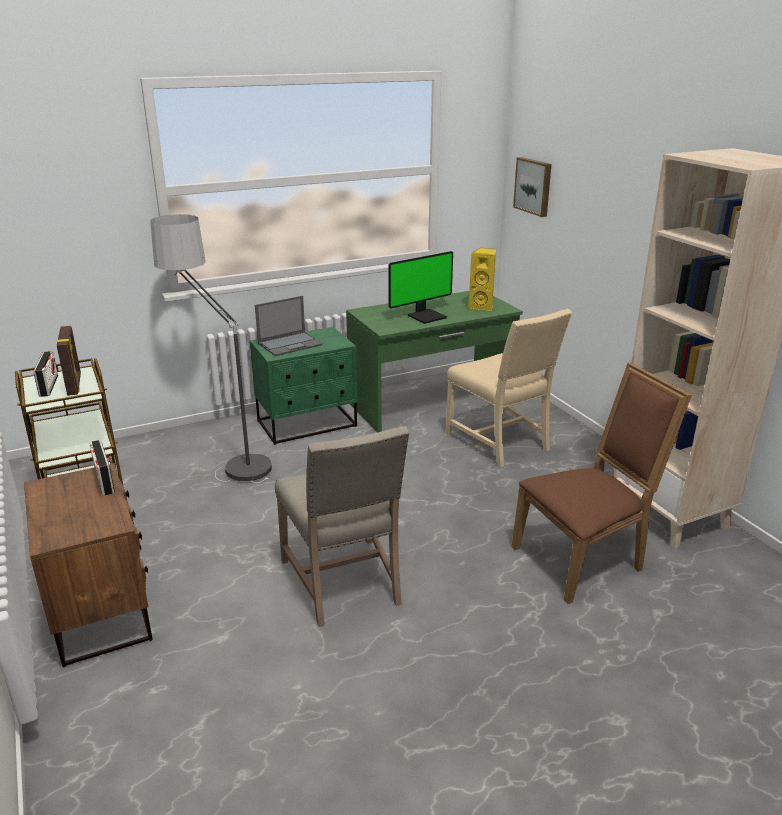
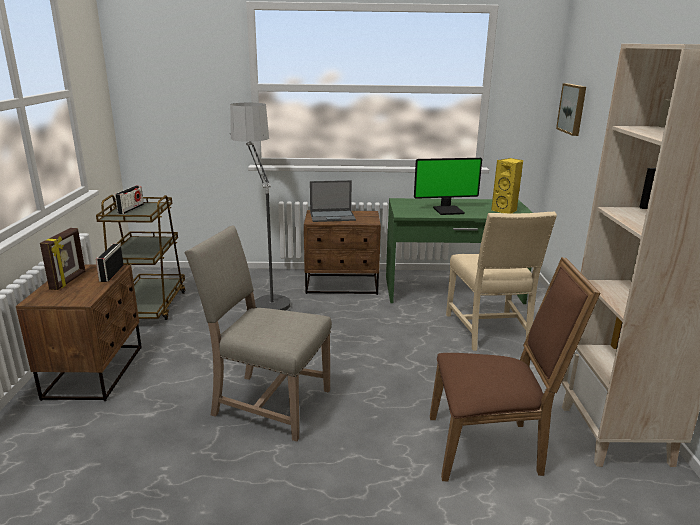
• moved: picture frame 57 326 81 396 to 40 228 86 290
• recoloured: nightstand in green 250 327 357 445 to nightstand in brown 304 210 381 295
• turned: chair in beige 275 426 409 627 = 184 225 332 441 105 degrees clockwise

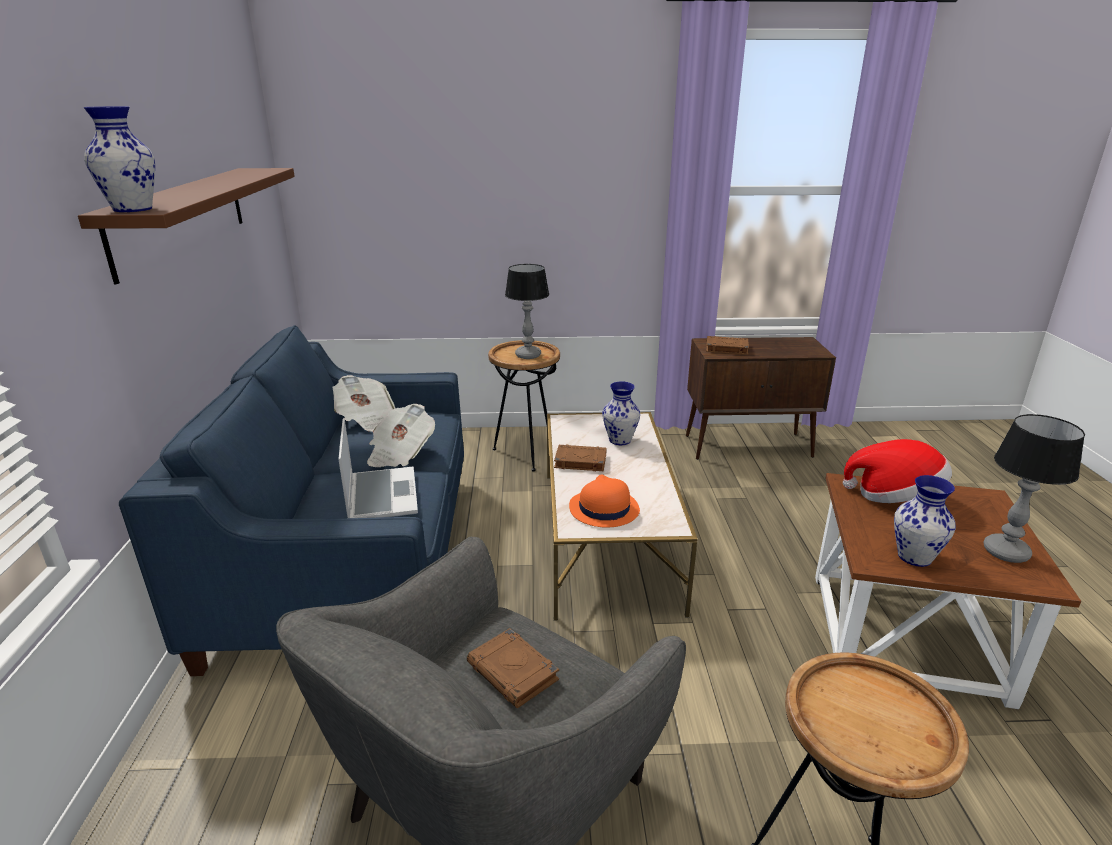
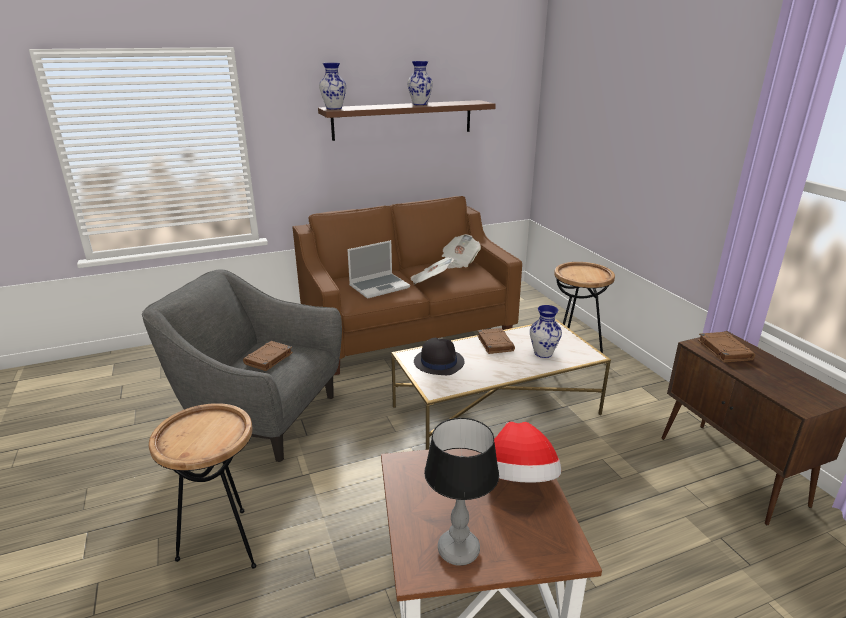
• removed: table lamp 505 264 549 359
• moved: vase 894 475 956 567 to 407 61 433 105
• recoloured: sofa in blue 119 325 464 676 to sofa in brown 292 196 522 375
• recoloured: hat in orange 569 474 640 528 to hat in black 414 338 464 375

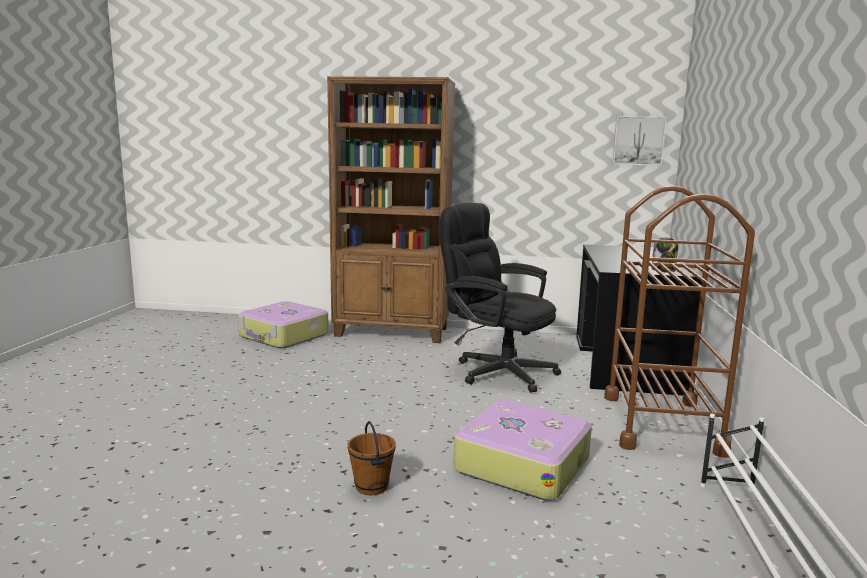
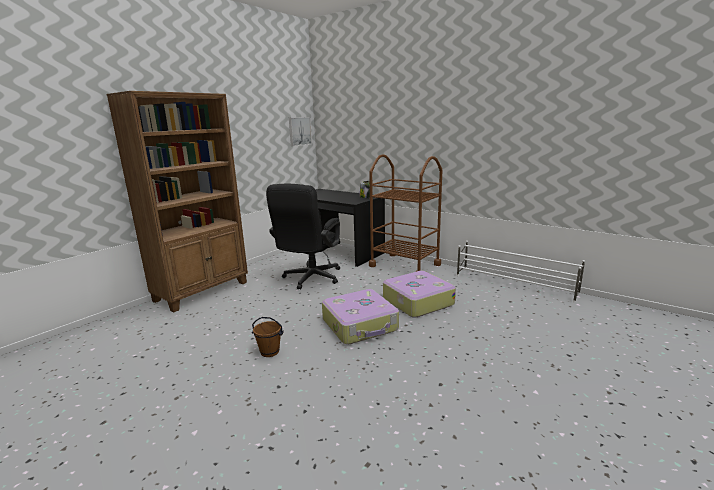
• moved: suitcase 238 301 329 348 to 322 289 399 344
• moved: bucket in brown 347 421 396 495 to 252 317 284 357
• turned: office chair in black 440 203 561 393 = 266 184 340 289 45 degrees counterclockwise

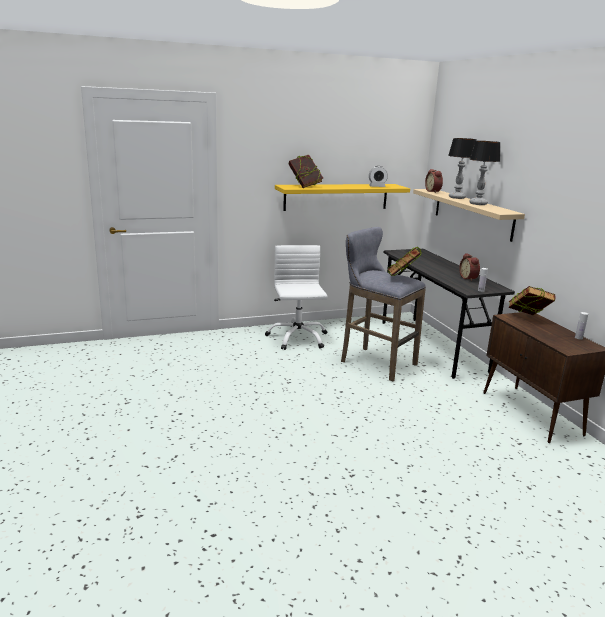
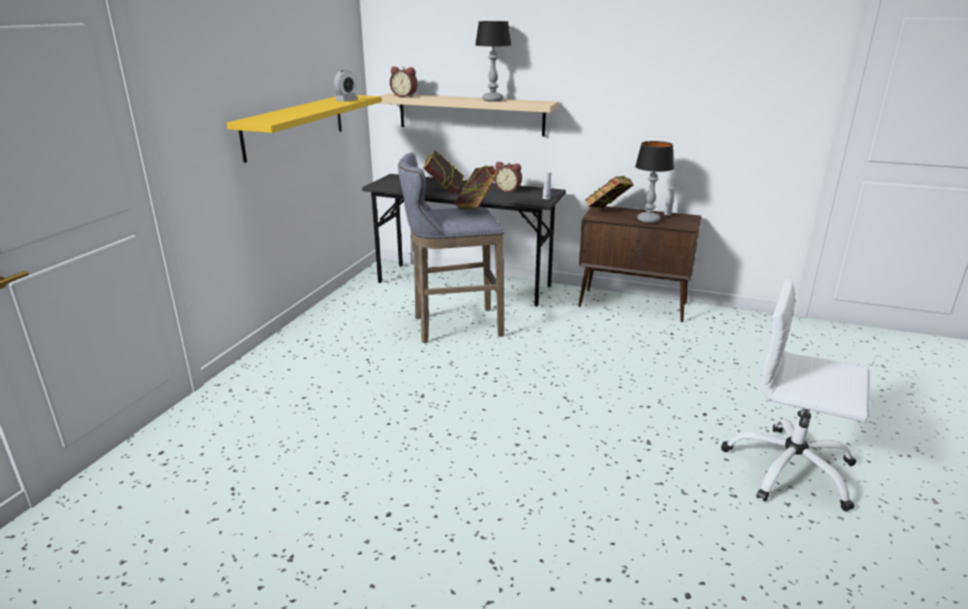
• moved: office chair in white 265 245 328 350 to 721 279 870 512
• moved: book 289 155 323 188 to 423 150 464 194
• moved: table lamp 448 138 477 199 to 635 141 674 223

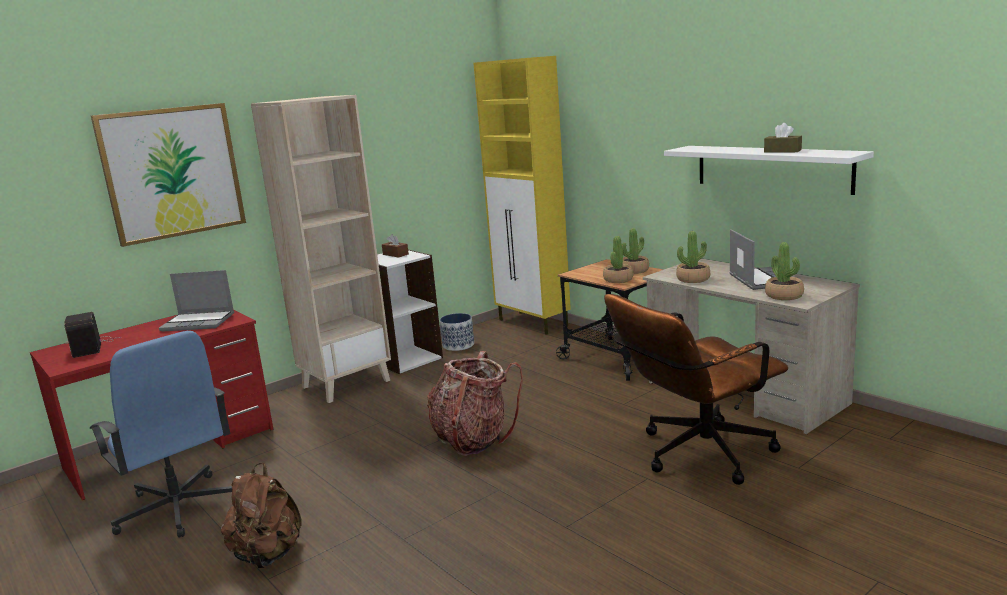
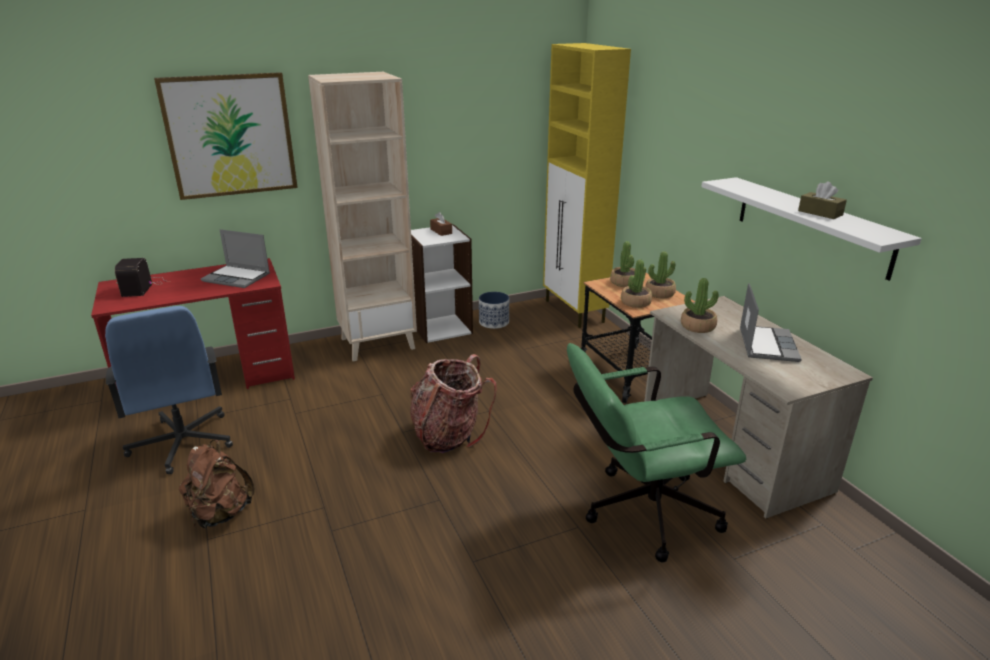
• moved: potted plant 765 242 804 300 to 610 241 635 287
• recoloured: office chair in brown 604 294 788 485 to office chair in green 567 343 746 562

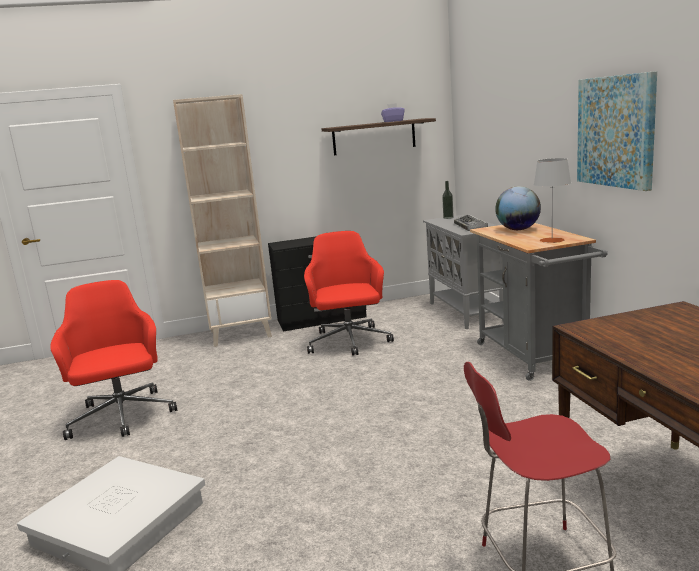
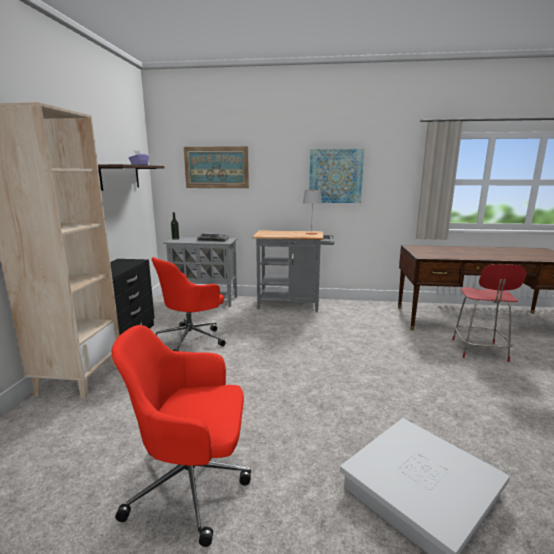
• removed: globe 495 186 541 230
• added: picture 184 146 249 188
• turned: office chair in red 304 231 394 356 = 152 257 226 351 60 degrees counterclockwise

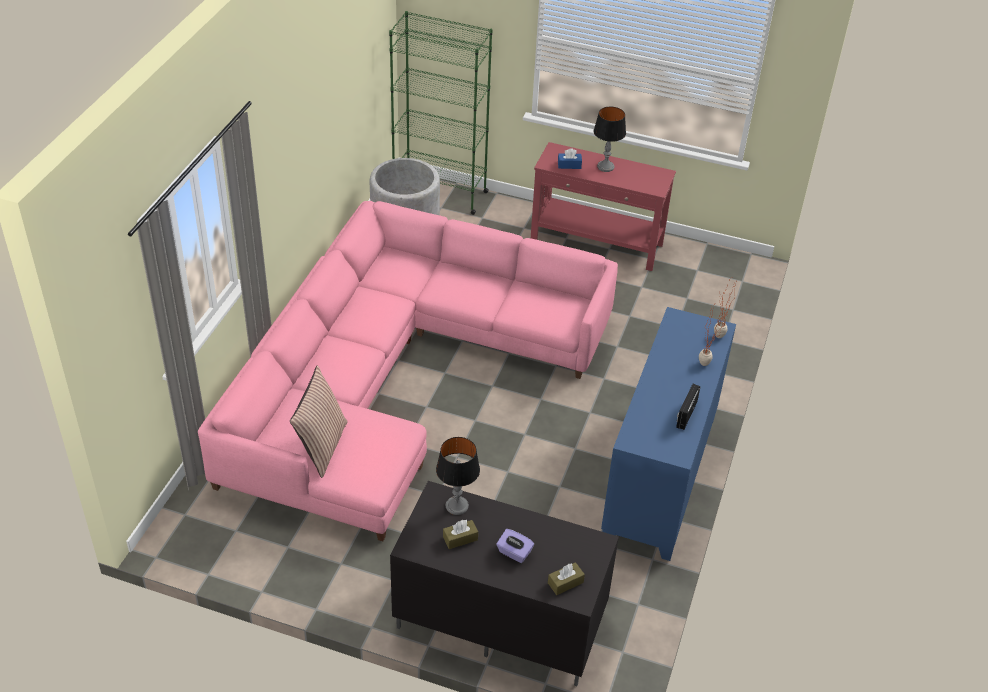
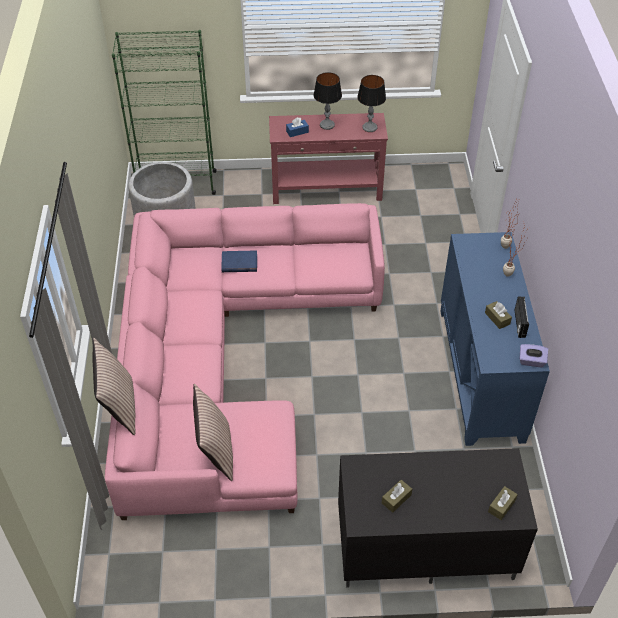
• added: pillow 92 338 135 435
• added: book in blue 221 250 257 272
• added: tissue box in brown 485 301 512 329
• moved: table lamp 436 437 480 515 to 357 75 386 132
• moved: tissue box in purple 496 529 534 563 to 520 344 548 367

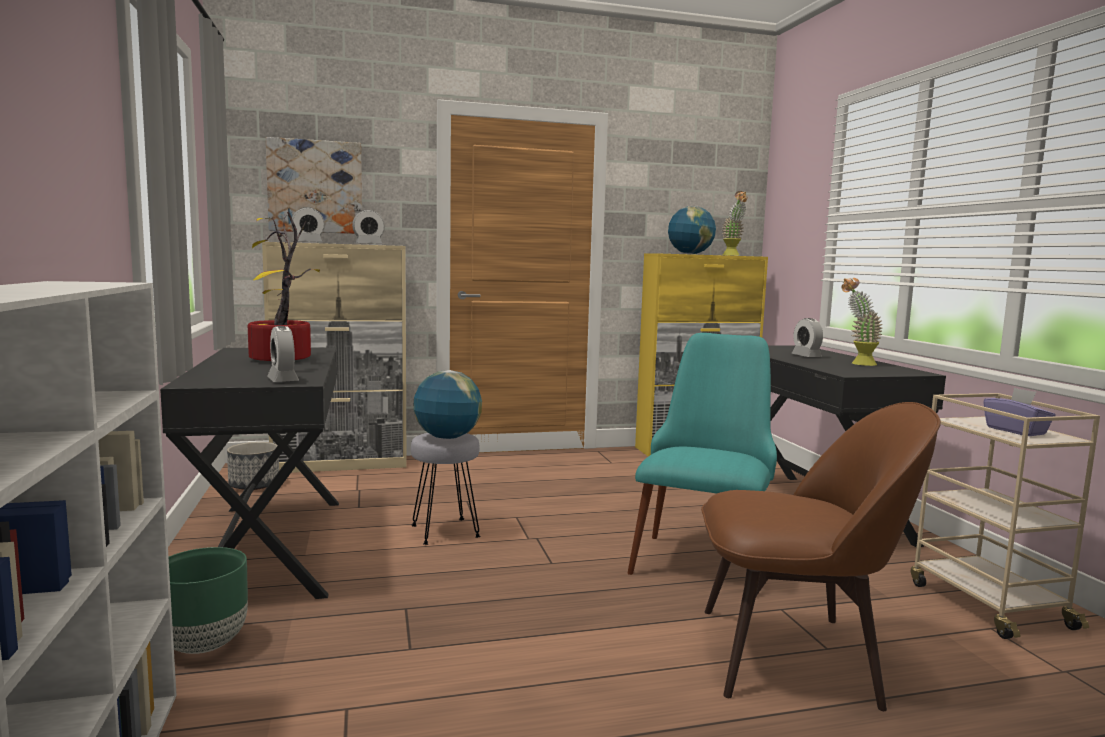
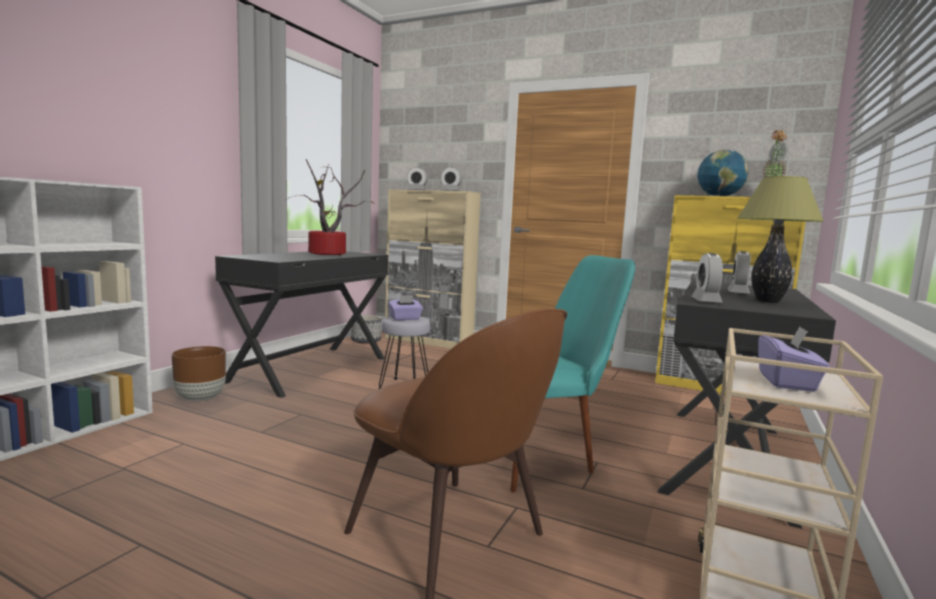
• removed: picture 266 137 362 234
• moved: alarm clock 267 326 299 382 to 691 253 723 303
• replaced: globe 413 370 482 439 to tissue box in purple 388 295 423 320
• replaced: potted plant 842 278 883 366 to table lamp 737 176 824 303
• recoloured: planter in green 169 547 248 654 to planter in brown 172 346 226 401

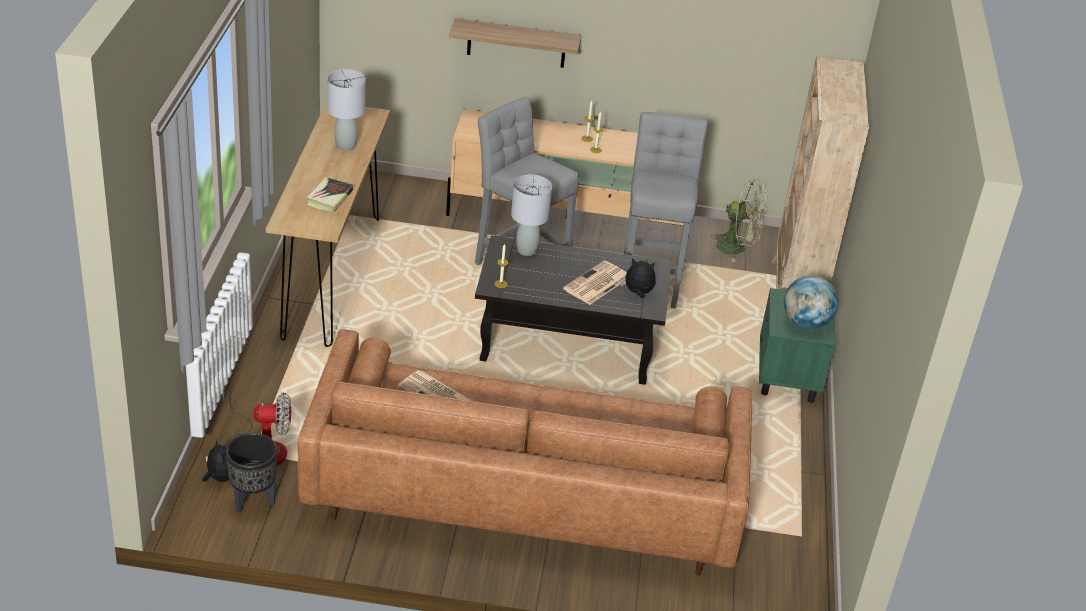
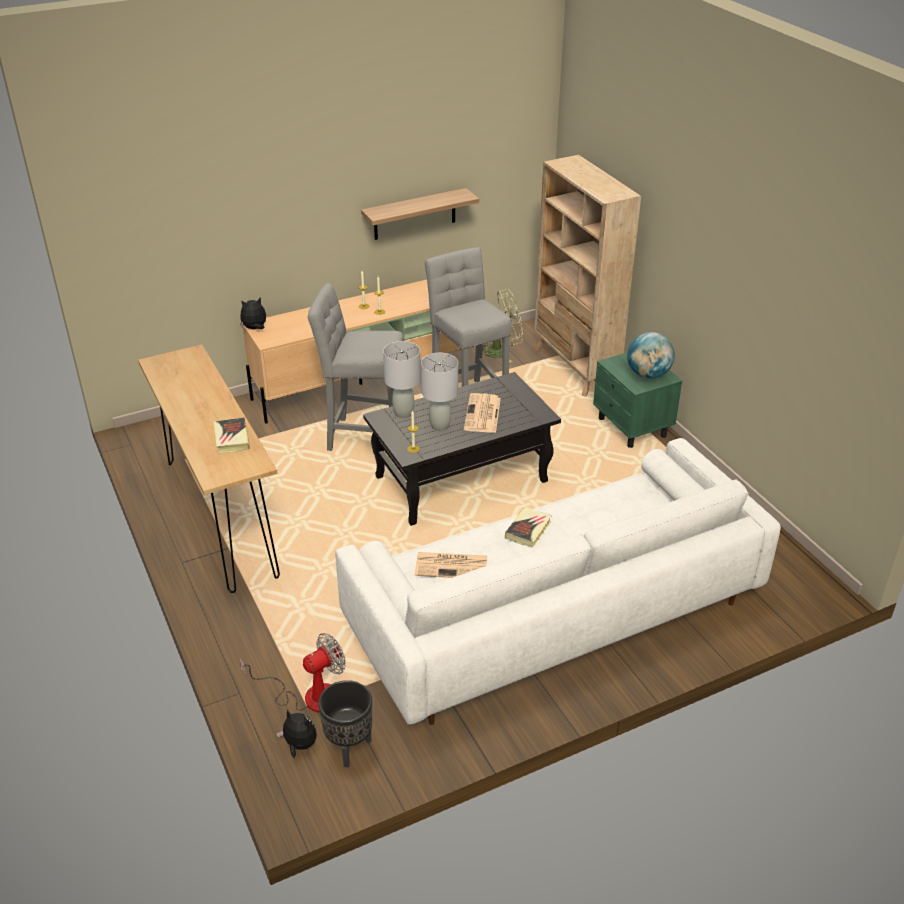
• added: book 505 507 552 548
• moved: table lamp in grey 327 69 366 151 to 421 353 458 431
• moved: shelf 449 18 582 68 to 361 188 479 240
• moved: plush toy 621 258 656 298 to 240 297 266 329
• recoloured: sofa in brown 298 329 752 576 to sofa in white 335 438 781 725

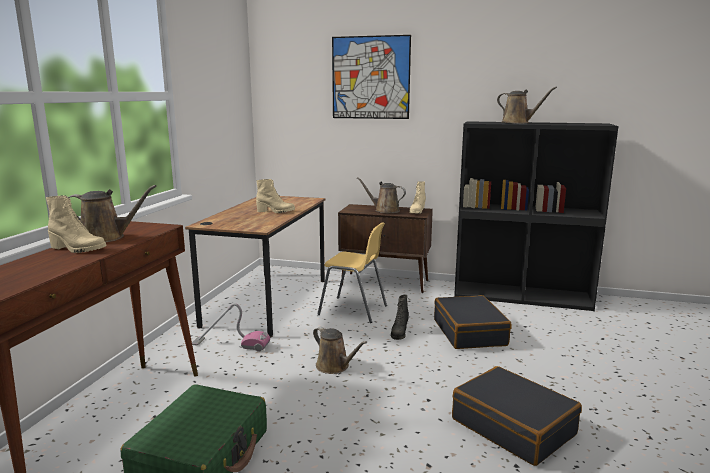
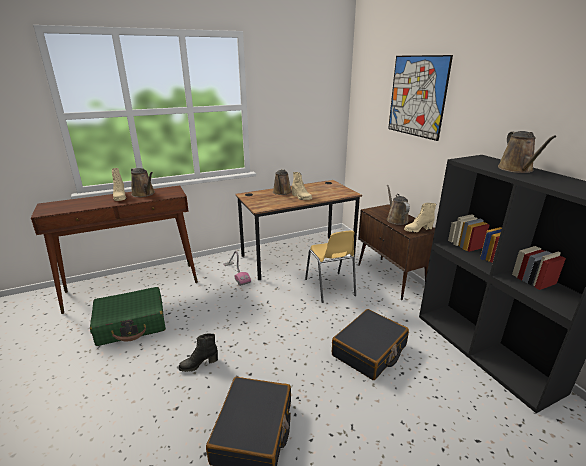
• moved: watering can in brown 313 327 367 374 to 273 169 292 195
• moved: boot in black 391 295 409 340 to 178 333 218 372

